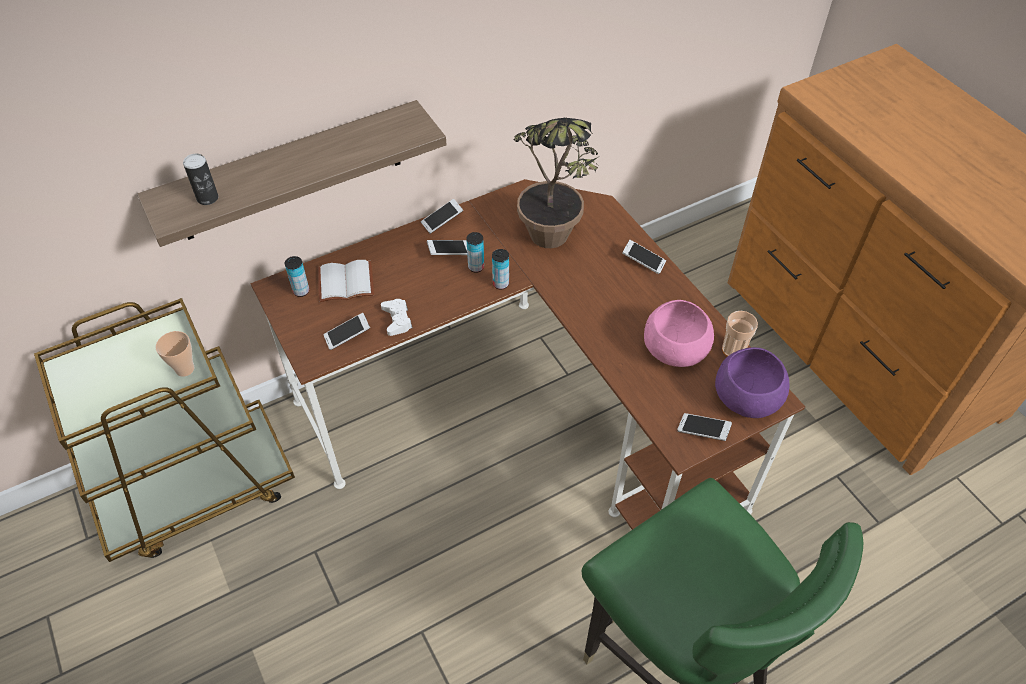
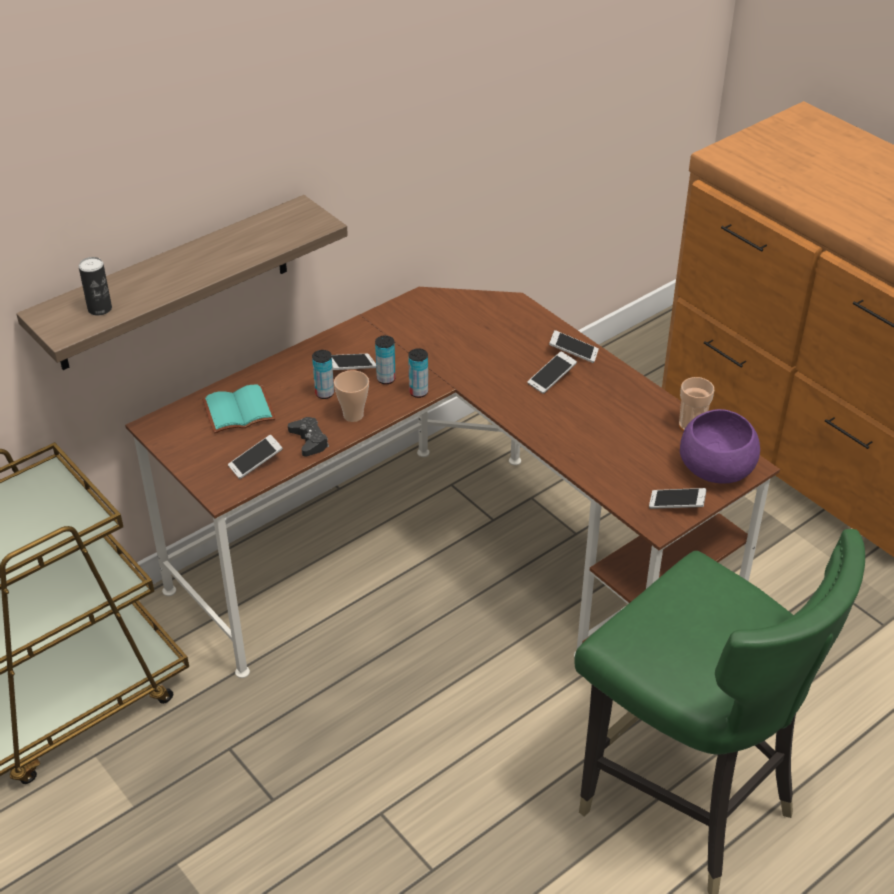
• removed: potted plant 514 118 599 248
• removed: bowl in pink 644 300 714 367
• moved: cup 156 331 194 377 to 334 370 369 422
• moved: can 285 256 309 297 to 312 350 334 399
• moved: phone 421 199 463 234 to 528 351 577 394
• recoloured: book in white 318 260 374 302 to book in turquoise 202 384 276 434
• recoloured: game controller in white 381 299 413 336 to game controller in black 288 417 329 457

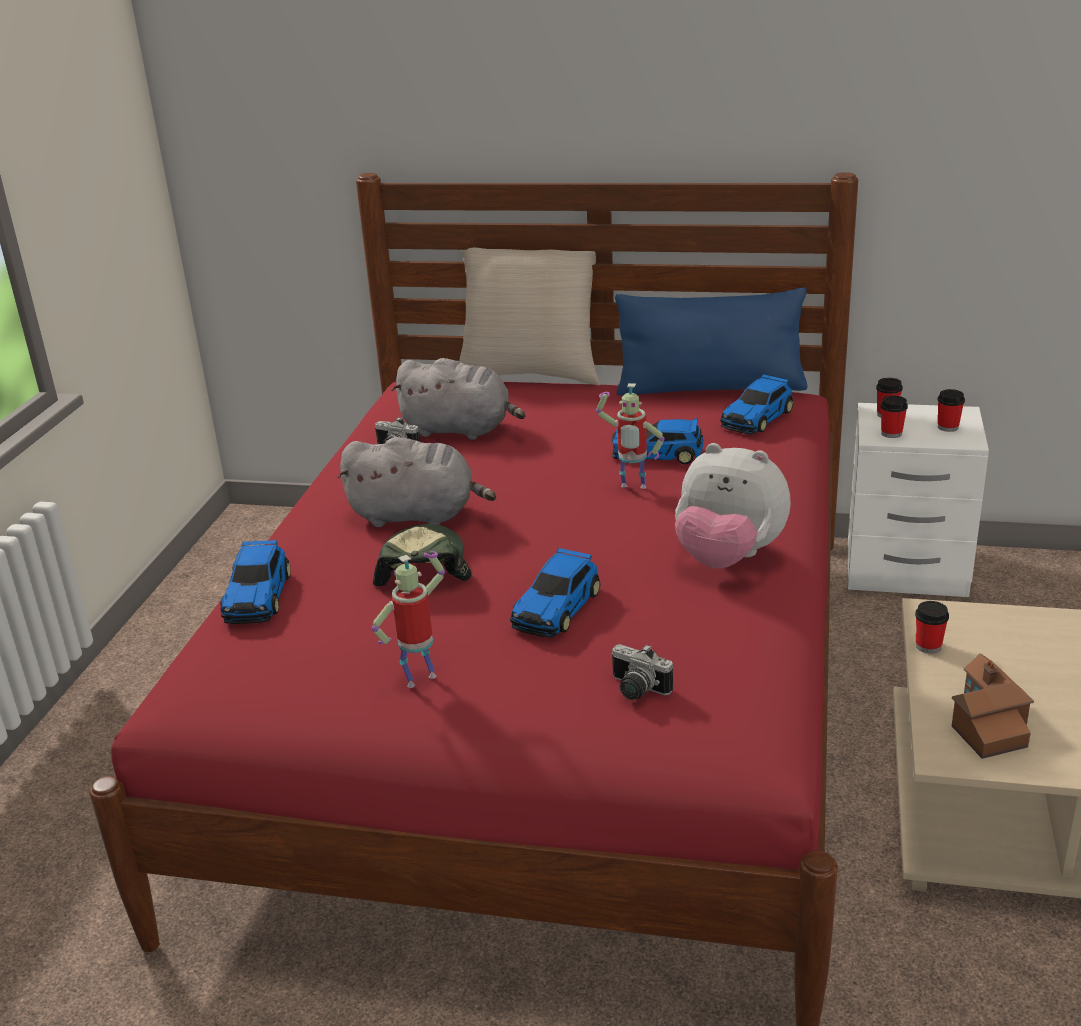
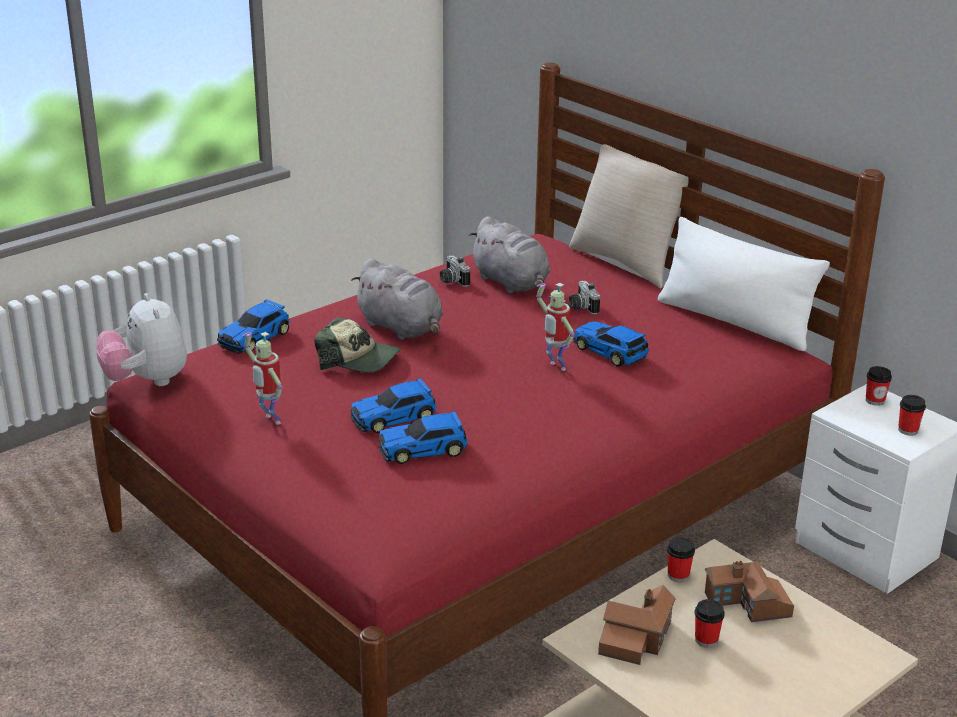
• added: toy house 705 561 794 622
• moved: photo camera 611 644 673 700 to 569 281 600 315
• moved: plush toy 675 443 791 569 to 97 293 187 386
• moved: toy car 720 374 793 434 to 379 411 468 464
• moved: cup 880 395 908 438 to 695 599 725 648
• recoloured: pillow in blue 615 288 807 396 to pillow in white 658 217 830 351
• turned: toy robot 372 551 445 688 = 243 332 282 425 135 degrees counterclockwise
• turned: cap 373 524 471 586 = 314 317 400 372 75 degrees clockwise

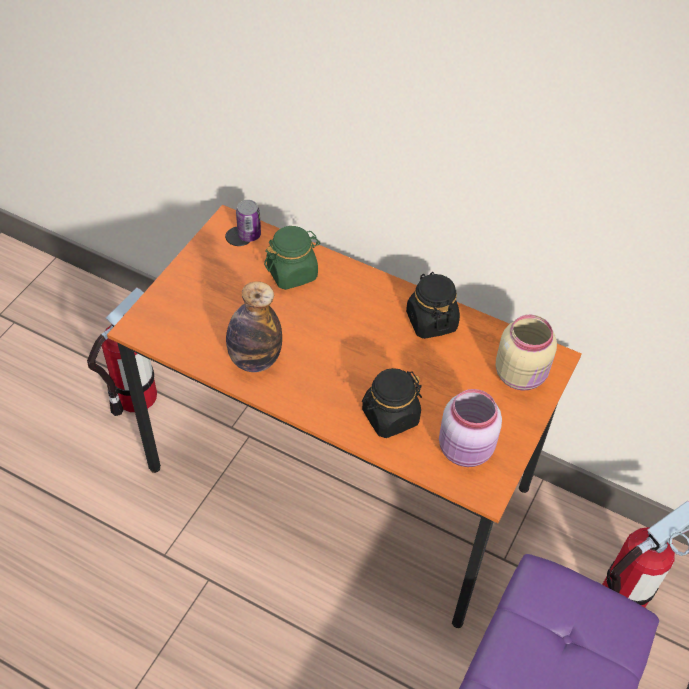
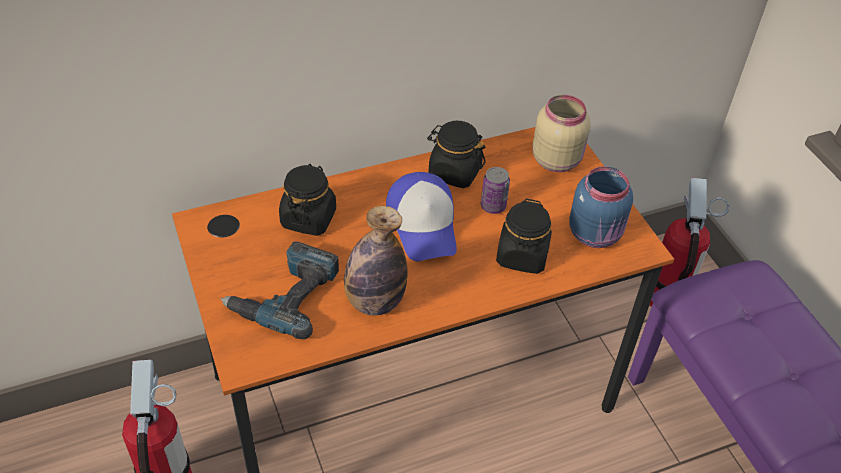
• added: power drill 221 241 339 339
• added: cap 386 172 457 261
• moved: can 236 200 261 242 to 481 167 510 214
• recoloured: jar in green 264 226 320 290 to jar in black 279 164 336 236
• recoloured: jar in pink 439 389 502 467 to jar in blue 569 166 633 248

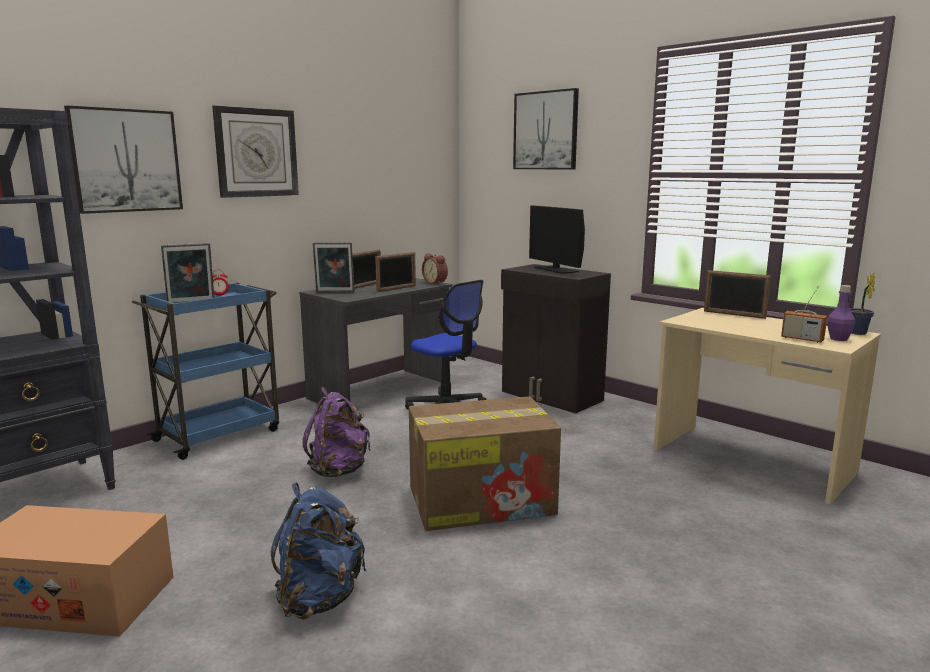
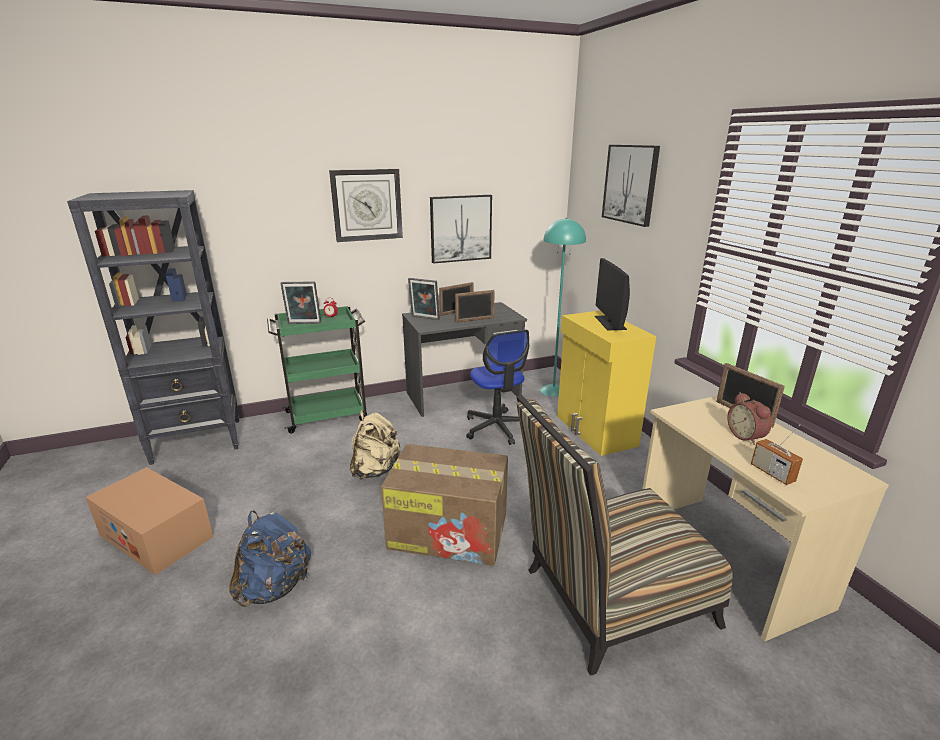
• removed: bottle in purple 827 285 855 341
• removed: potted plant 850 273 875 335
• added: chair 517 395 733 676
• added: floor lamp in turquoise 540 218 586 397
• moved: picture 64 105 183 214 to 430 195 492 264
• moved: alarm clock 422 253 448 285 to 727 392 772 445
• recoloured: cart in blue 132 283 279 460 to cart in green 267 306 367 434
• recoloured: backpack in purple 302 387 371 477 to backpack in beige 350 410 400 479
• recoloured: cabinet in black 501 264 611 413 to cabinet in yellow 557 310 656 456

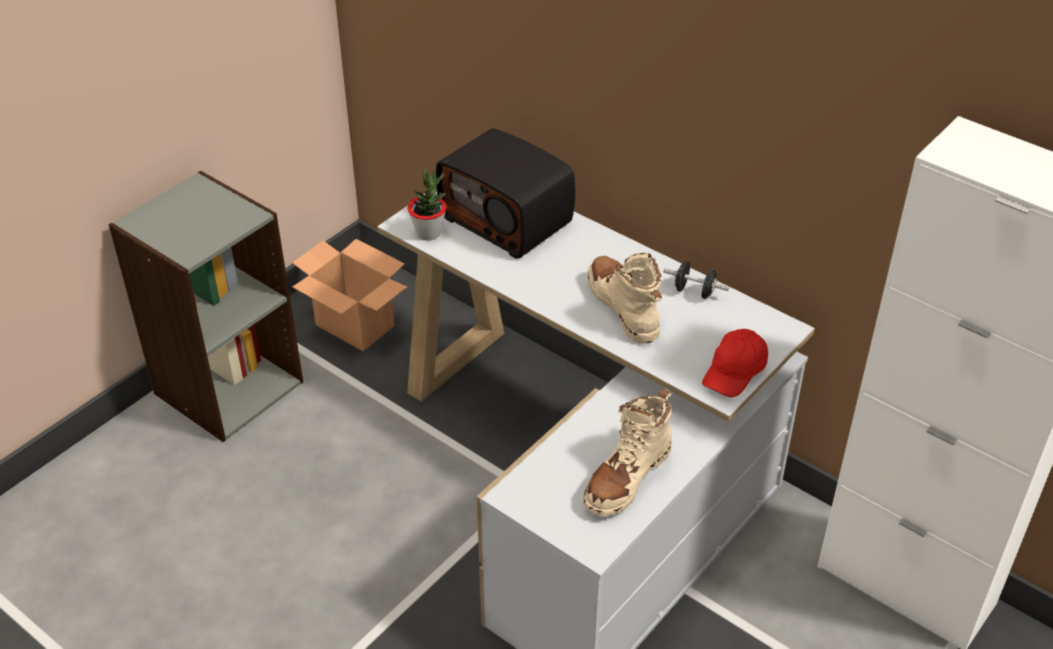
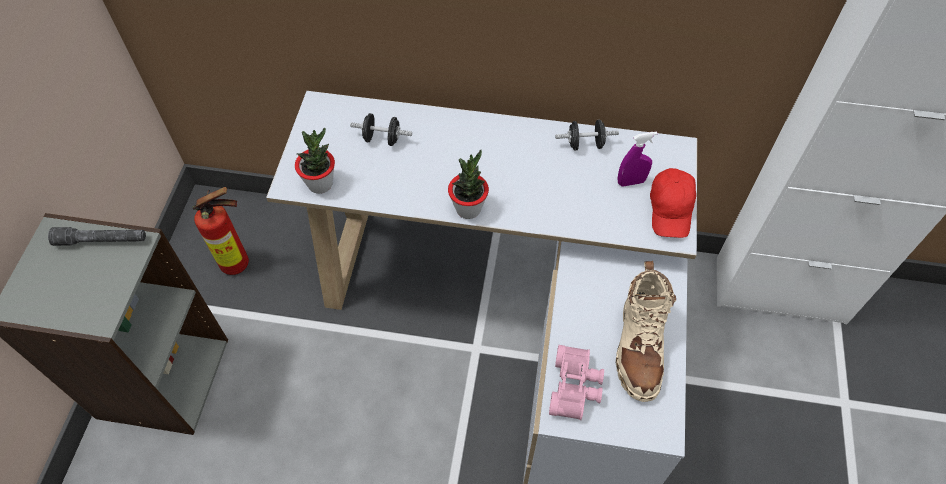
• removed: boot in beige 587 253 662 343
• added: flashlight in grey 48 227 146 246
• added: potted plant 448 150 489 219
• added: binoculars in pink 549 345 604 420
• added: spray bottle in purple 618 132 658 187
• replaced: cardboard box 292 239 407 351 to fire extinguisher 192 187 249 275
• replaced: radio 436 128 575 259 to dumbbell in black 350 113 412 146

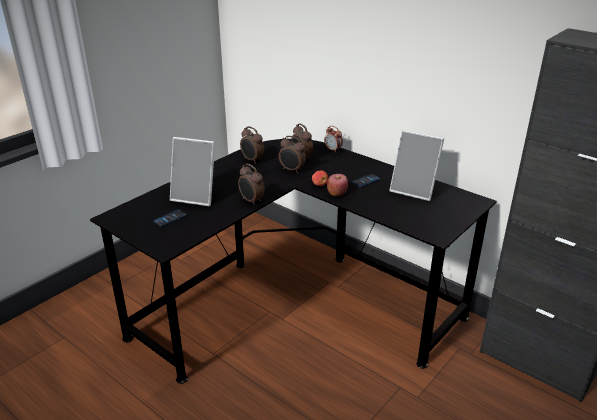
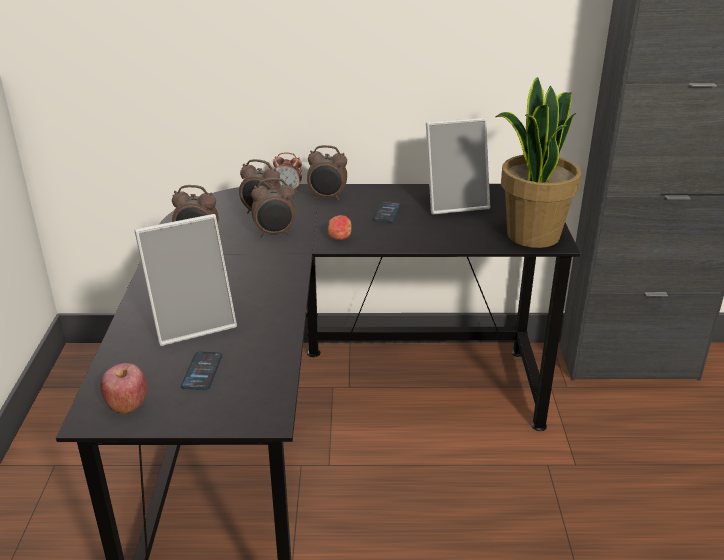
• added: potted plant 495 77 582 248
• moved: alarm clock 238 164 265 206 to 307 145 347 200
• moved: apple 327 174 348 196 to 100 363 147 414

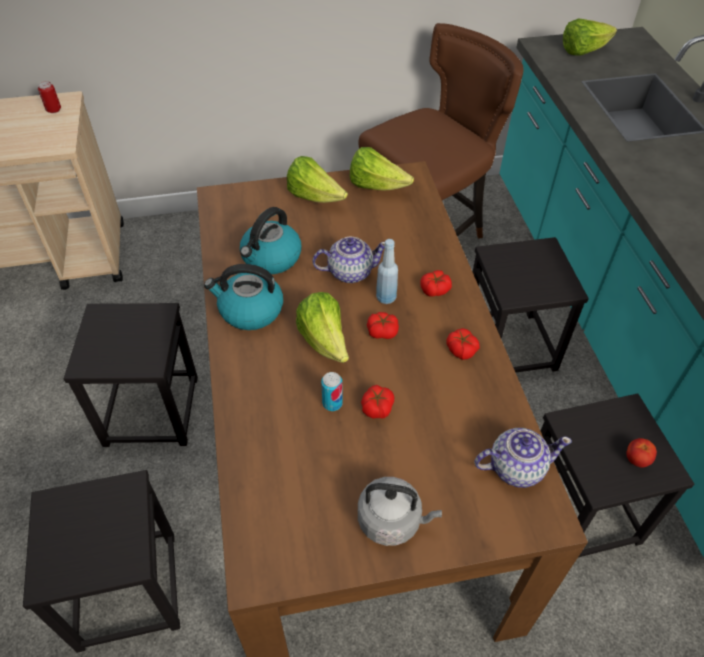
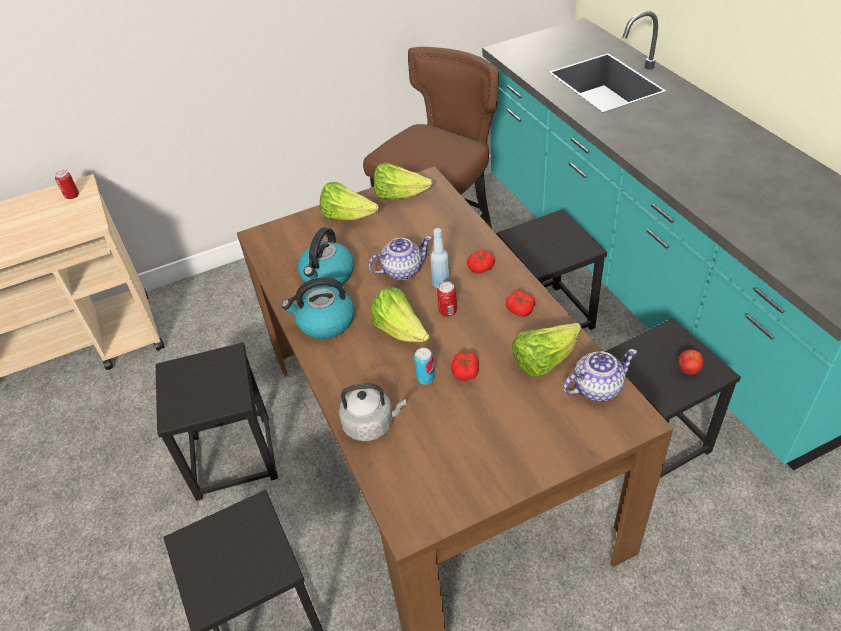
• moved: kettle in grey 358 477 442 546 to 339 383 407 441
• moved: lettuce 563 19 617 56 to 512 323 581 377
• replaced: tomato 367 312 399 339 to can 437 281 457 317

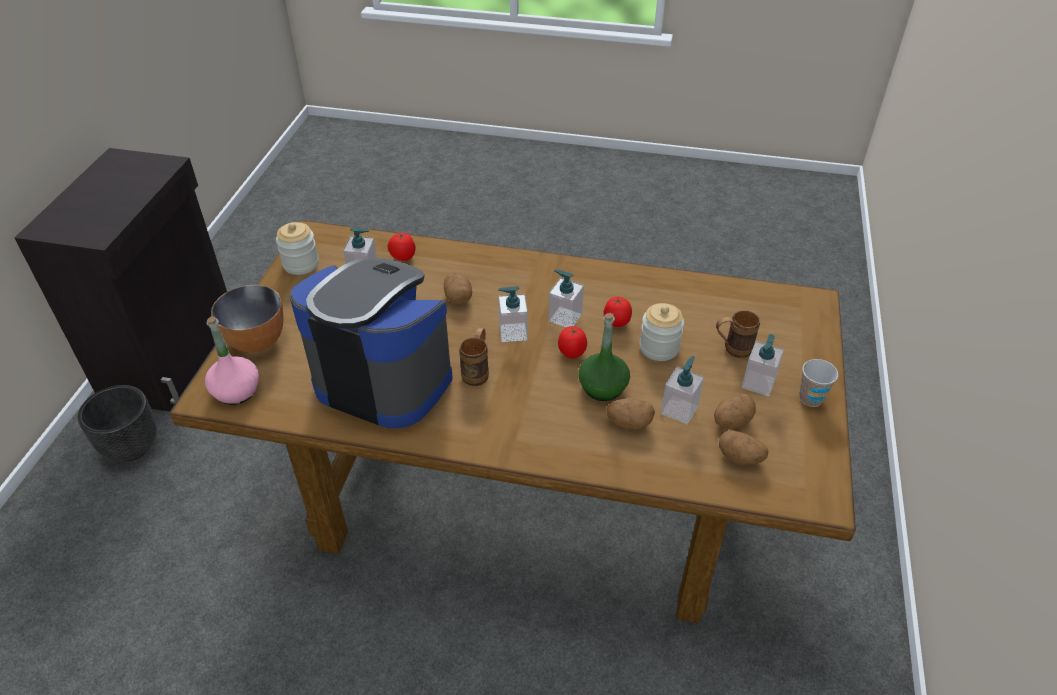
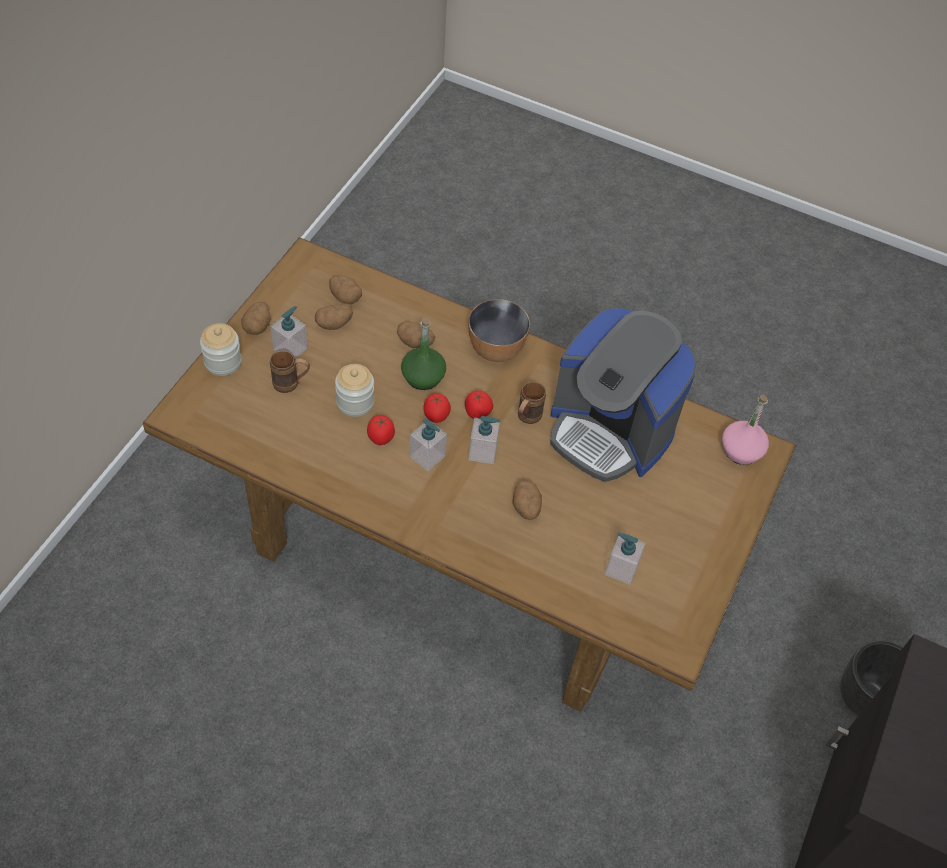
• removed: soap dispenser 661 356 704 424
• moved: bowl 211 285 283 353 to 468 299 530 362
• moved: jar 276 222 319 275 to 200 323 242 376
• moved: tomato 388 232 416 261 to 465 390 493 419
• replaced: cup 799 359 838 407 to potato 241 301 271 335

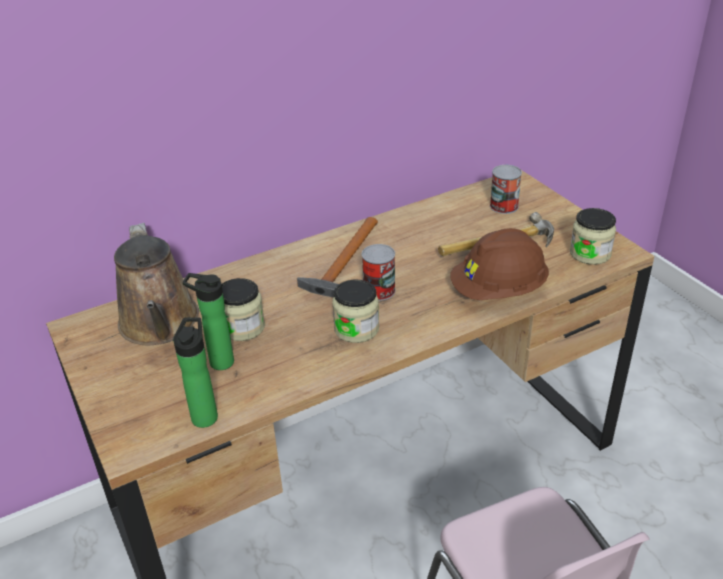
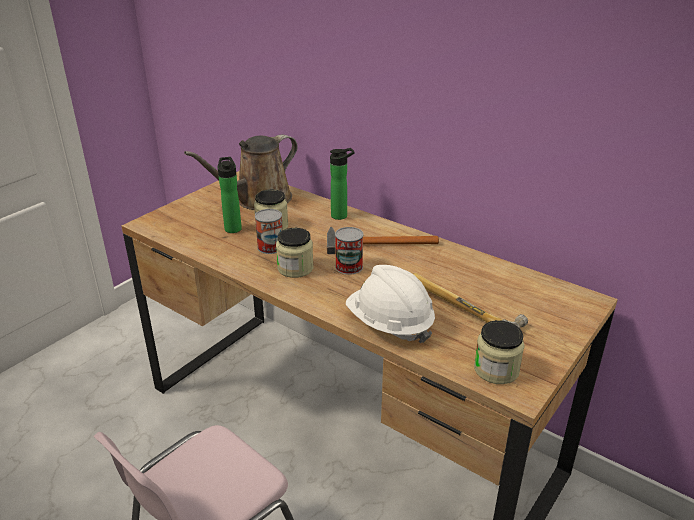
• moved: bottle 173 317 218 428 to 330 148 355 220
• moved: can 490 165 522 214 to 255 209 282 254
• recoloured: hard hat in brown 450 228 549 300 to hard hat in white 346 265 435 343

